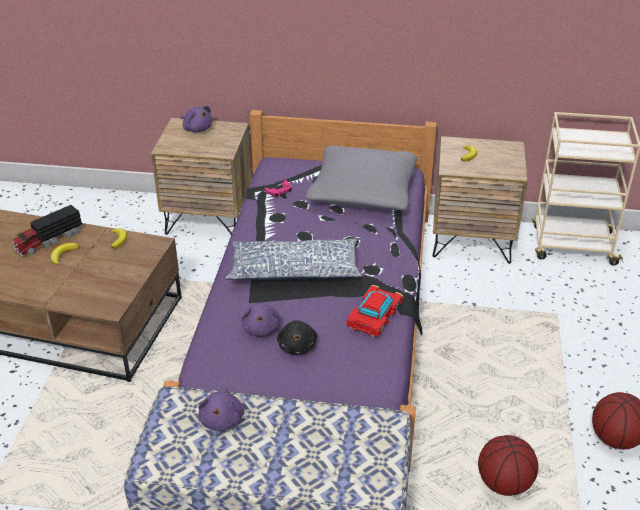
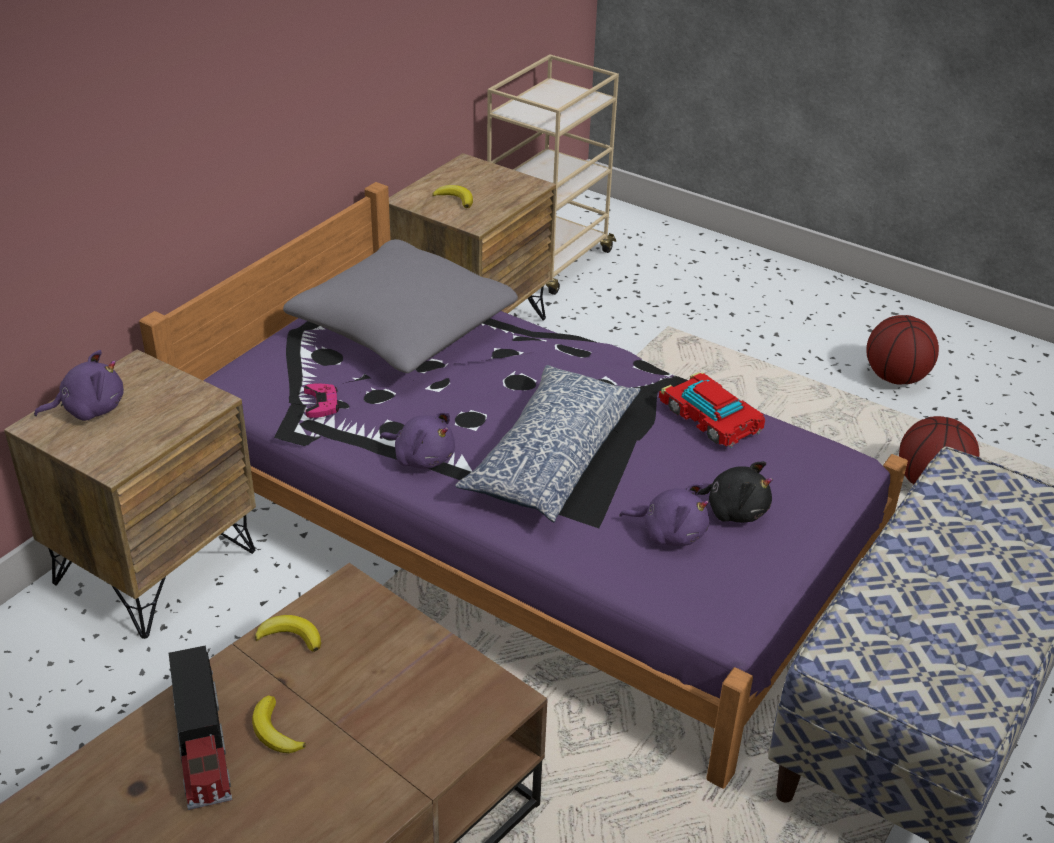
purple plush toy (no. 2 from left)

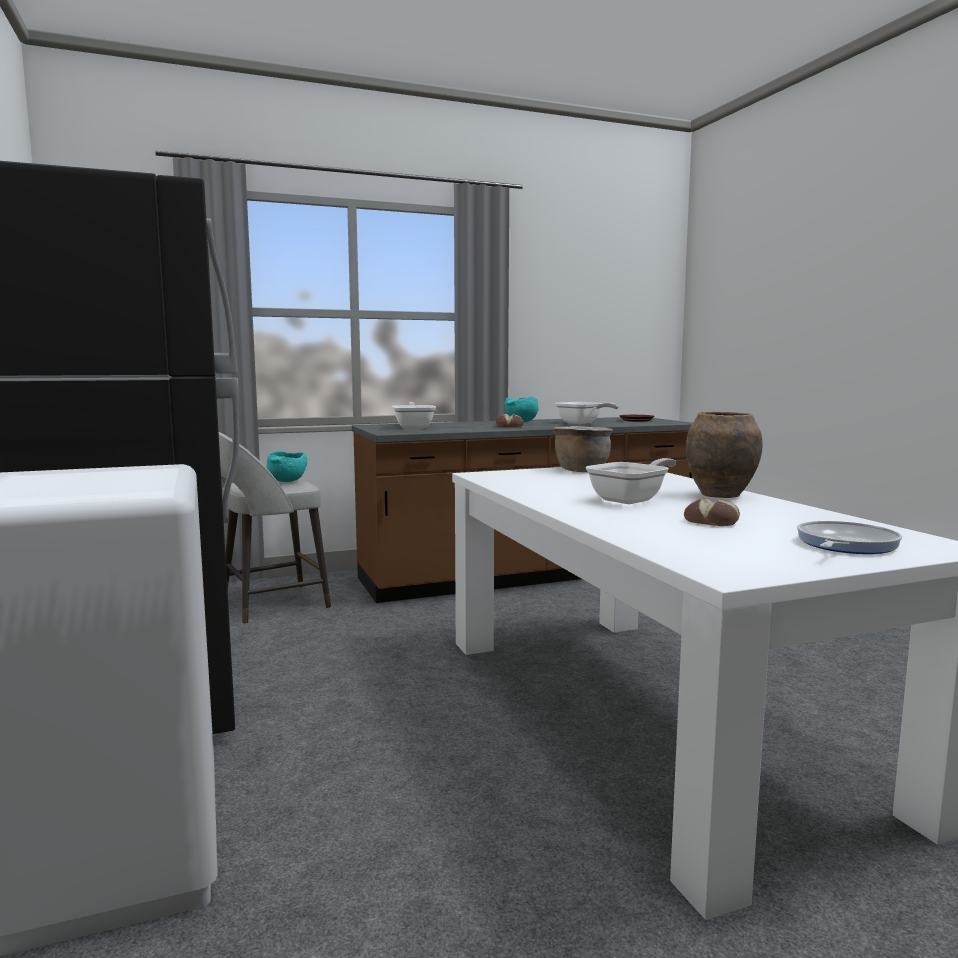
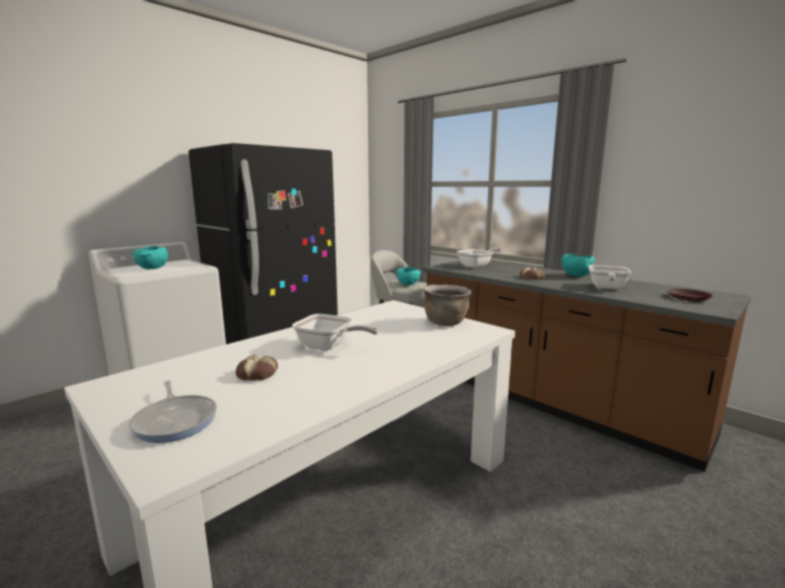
frying pan (no. 1 from left)
turquoise bowl (no. 1 from left)
brown vase

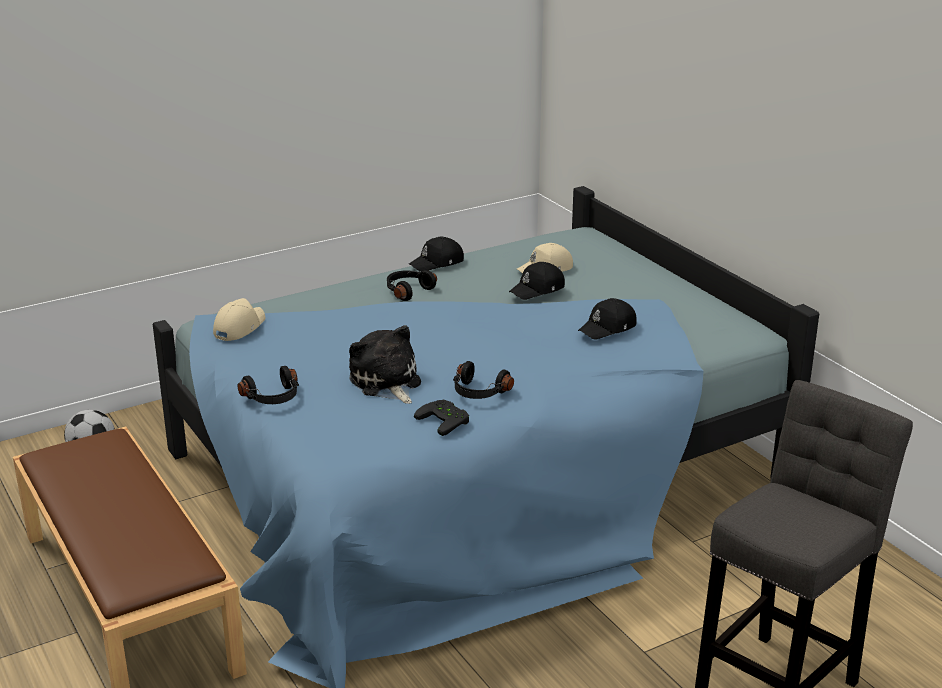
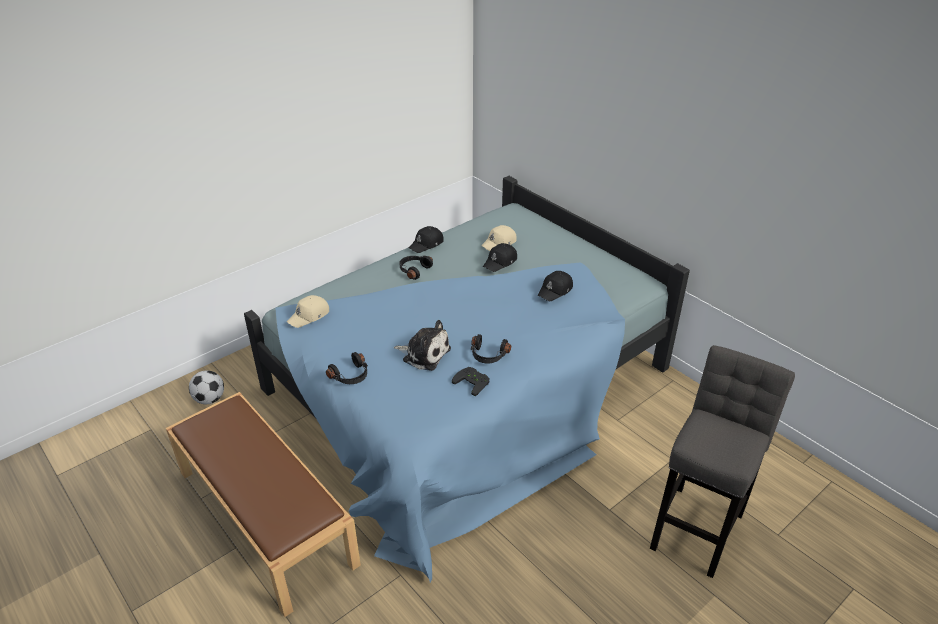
beige cap (no. 1 from left)
plush toy

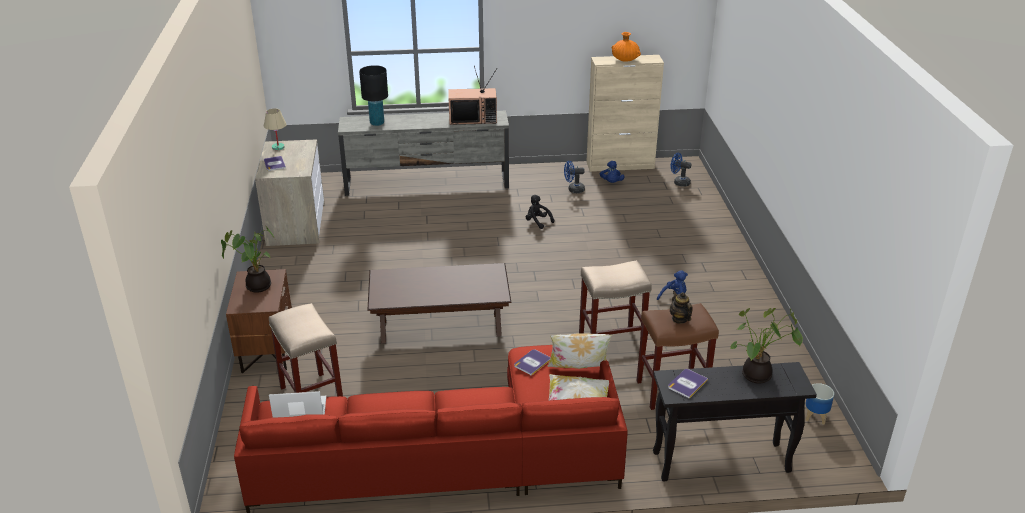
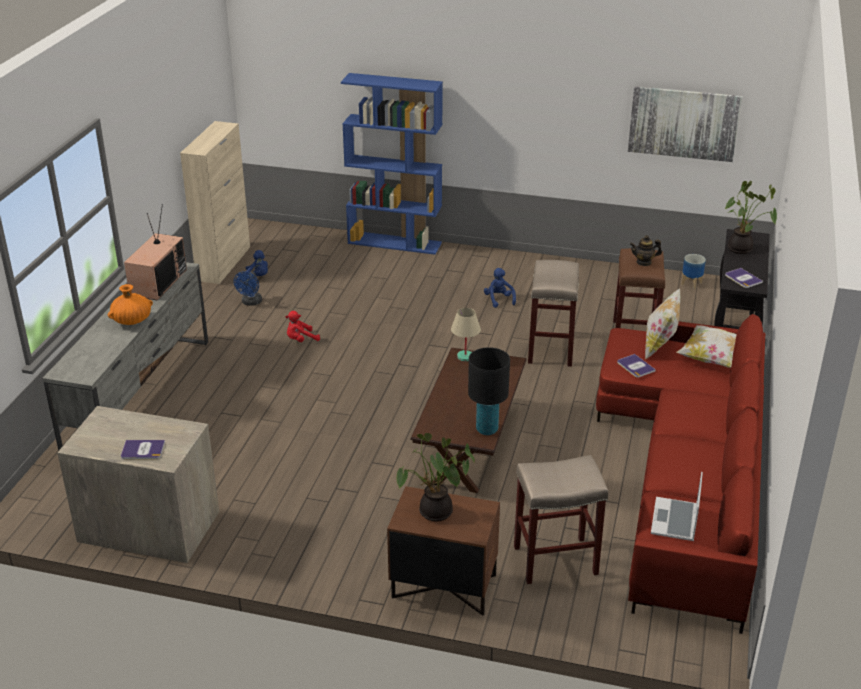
orange vase
red plush toy
blue bookcase
beige table lamp
black table lamp
picture
blue fan (no. 2 from left in the first image)

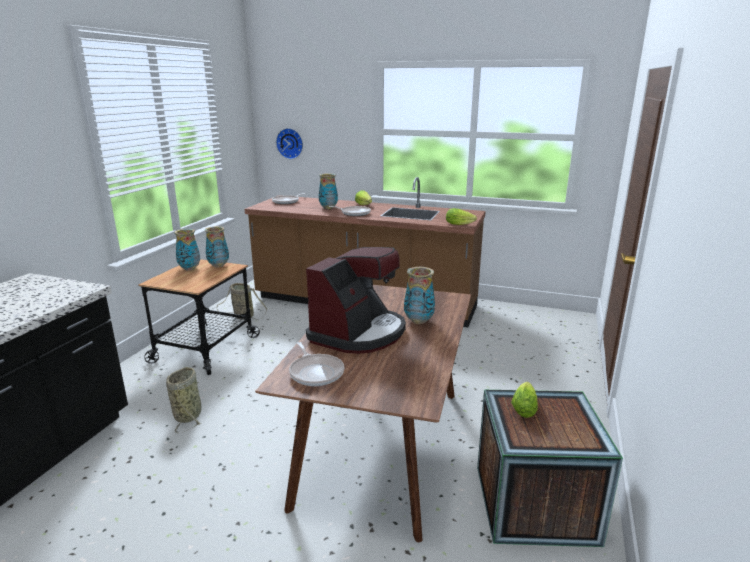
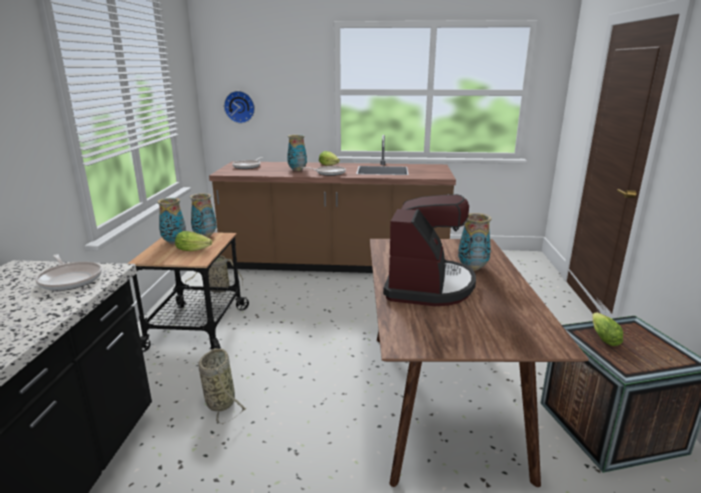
frying pan (no. 1 from left)
lettuce (no. 1 from left)

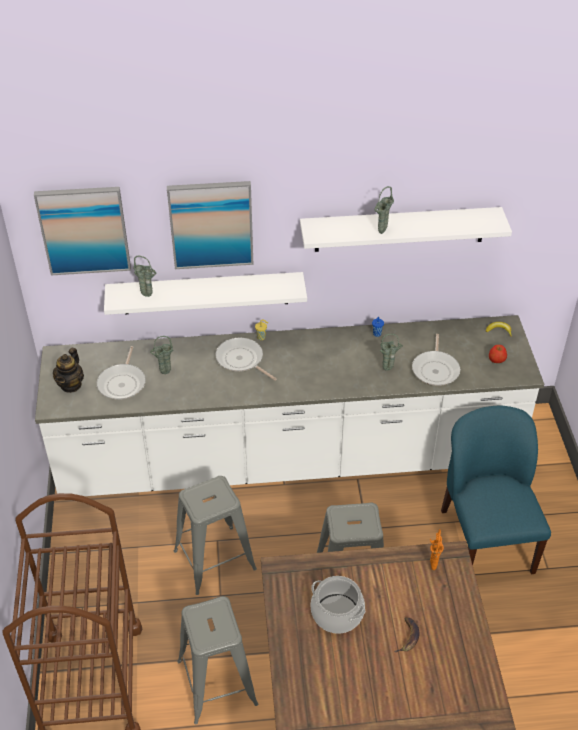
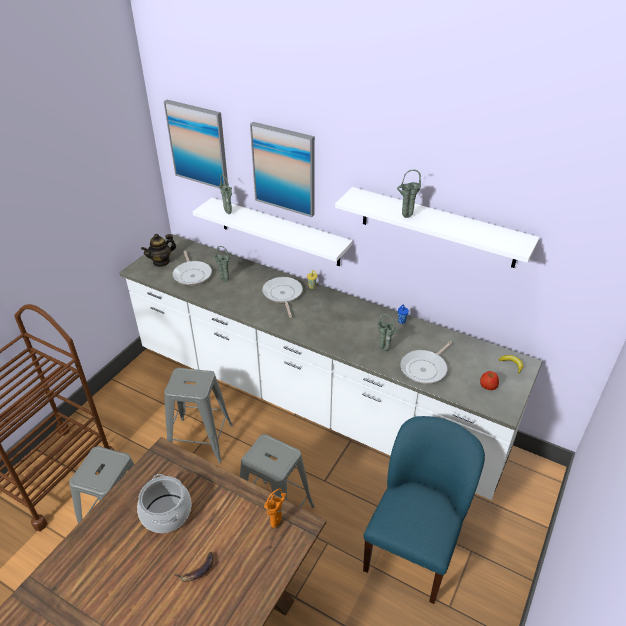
frying pan (no. 1 from left)

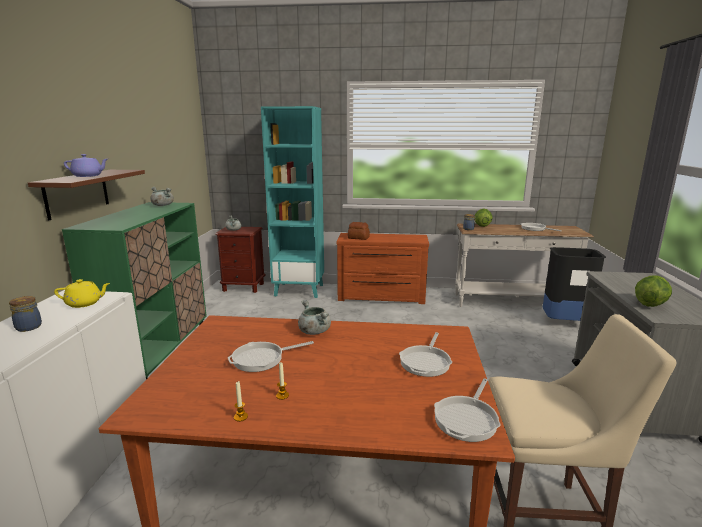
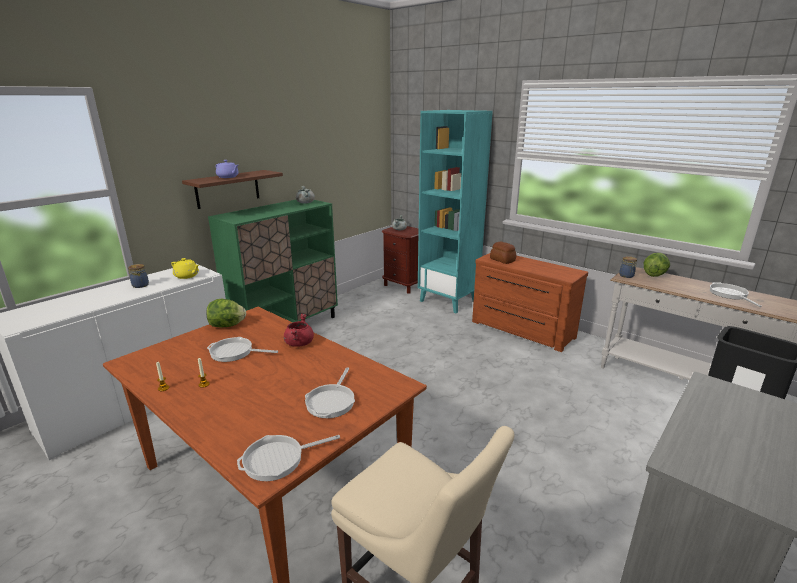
lettuce (no. 1 from left)
red cooking pot
frying pan (no. 3 from left)

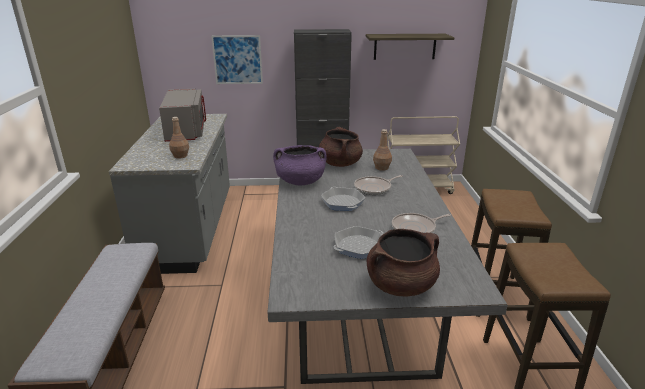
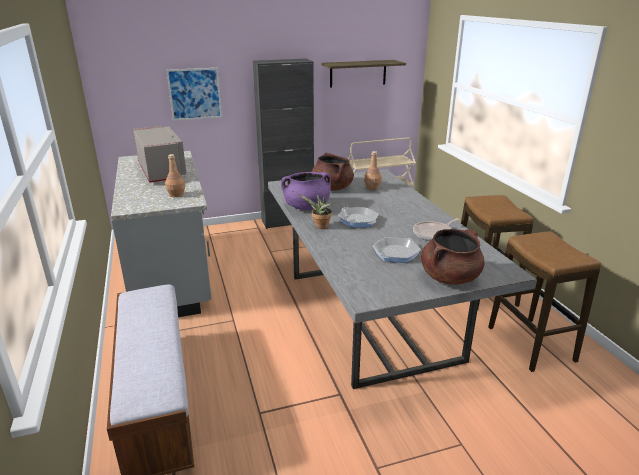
potted plant
frying pan (no. 3 from left in the first image)

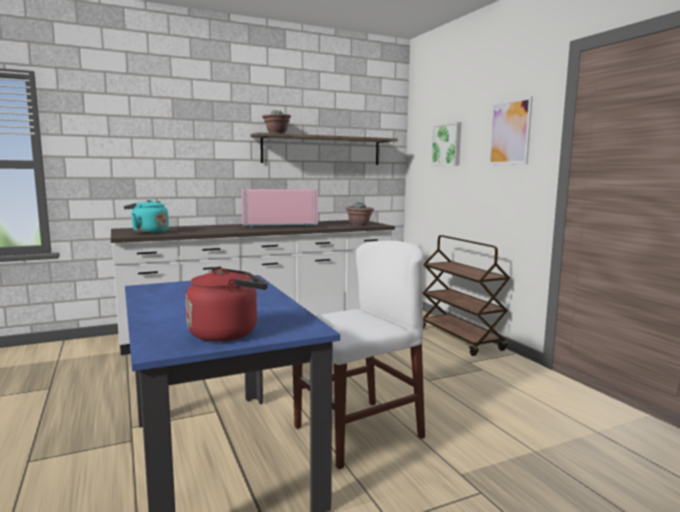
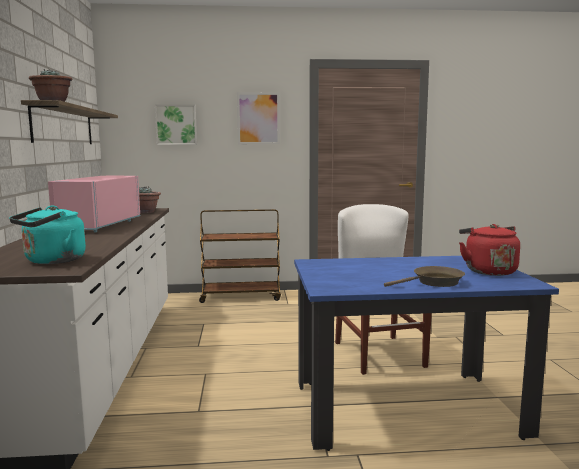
brown frying pan

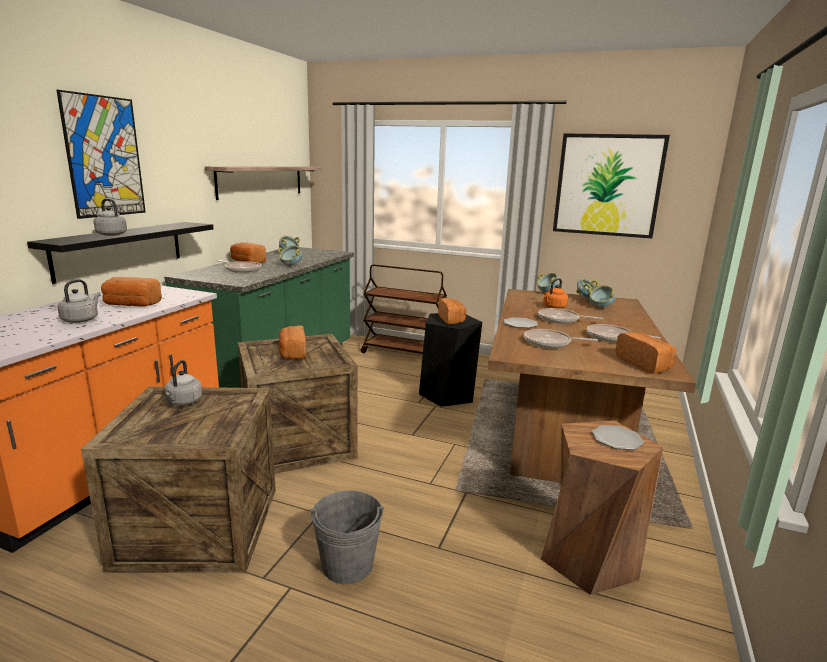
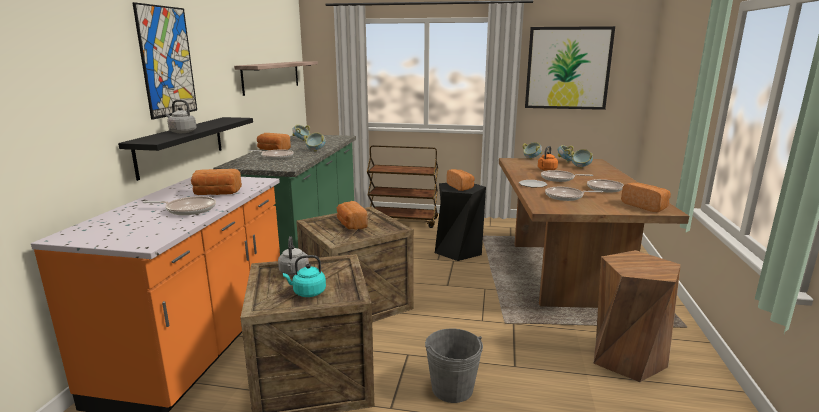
frying pan (no. 1 from left)
turquoise kettle
plate (no. 2 from left in the first image)

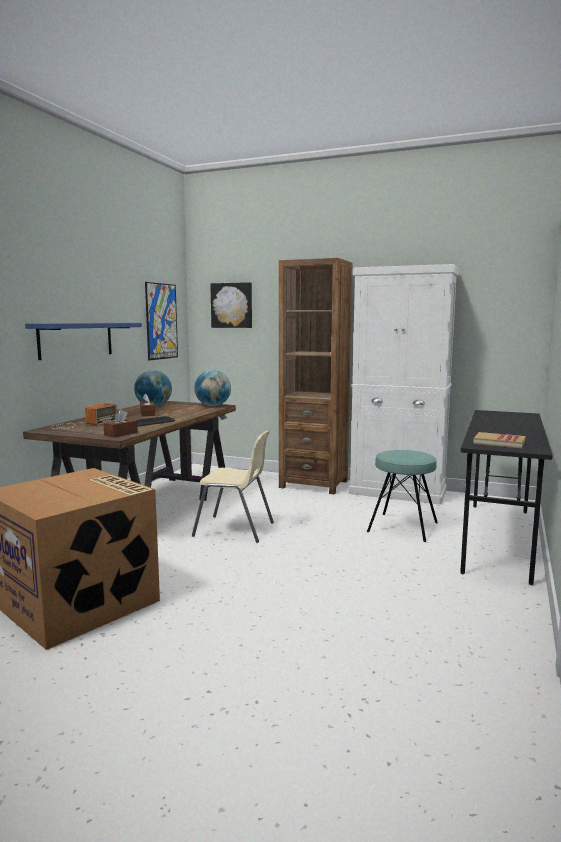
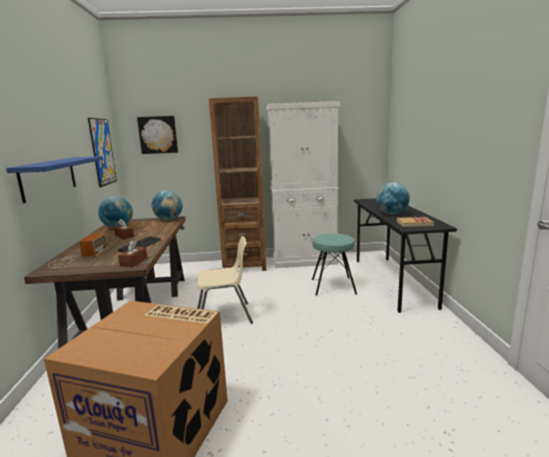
globe (no. 3 from left)

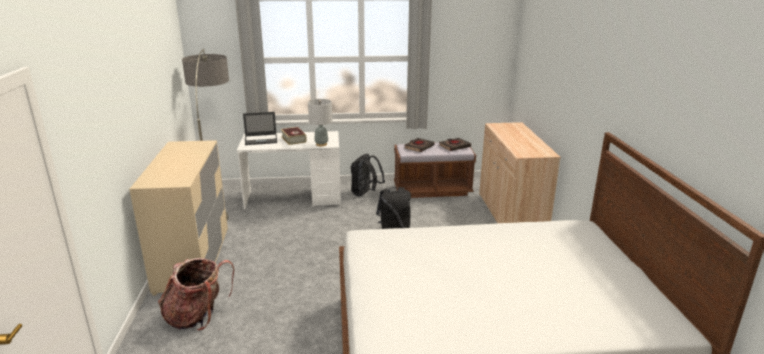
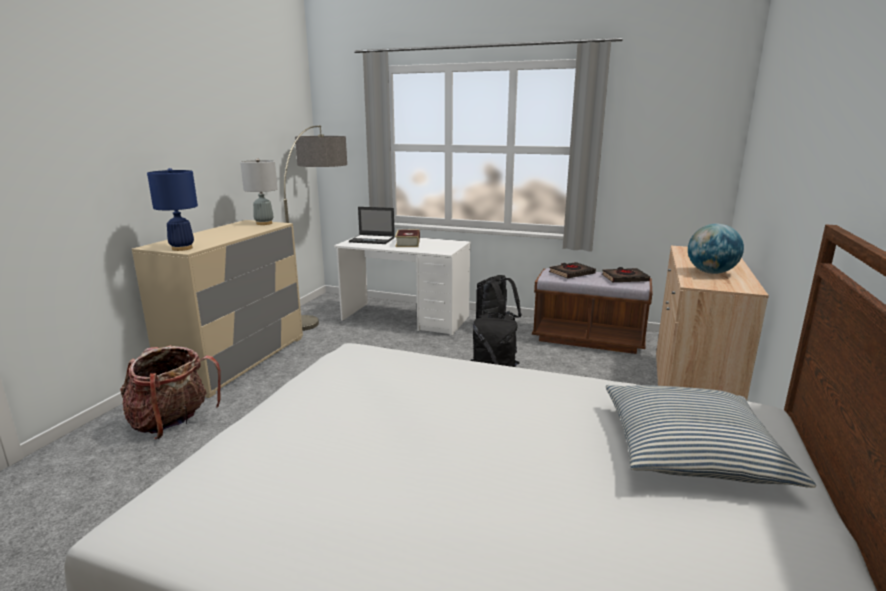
blue table lamp
grey table lamp
pillow
globe

